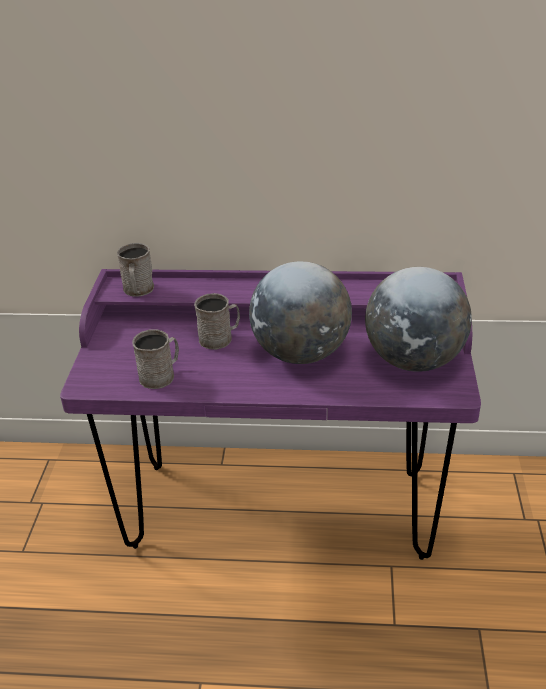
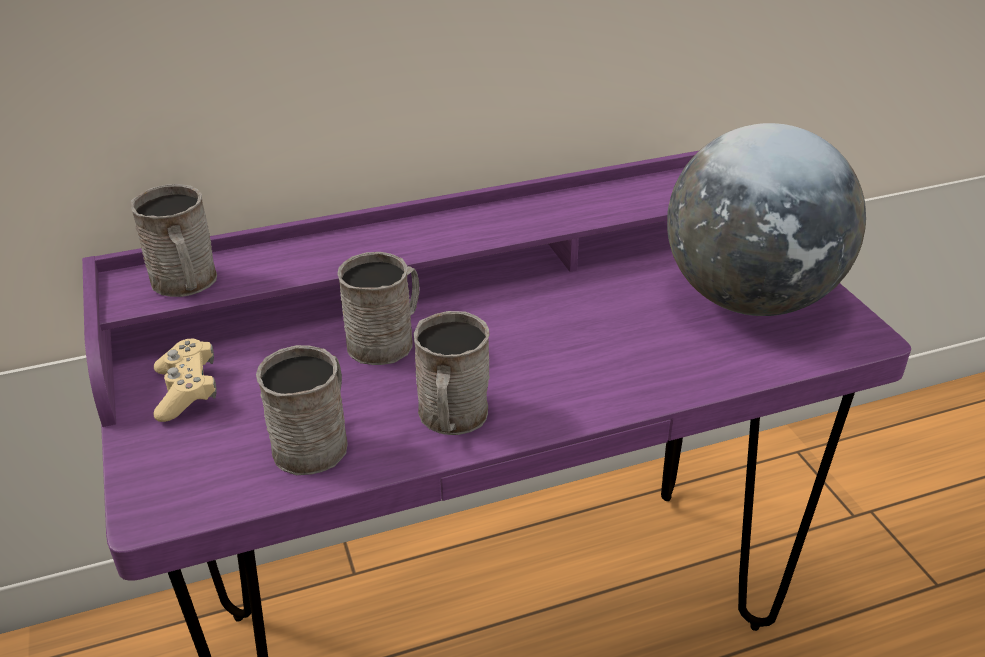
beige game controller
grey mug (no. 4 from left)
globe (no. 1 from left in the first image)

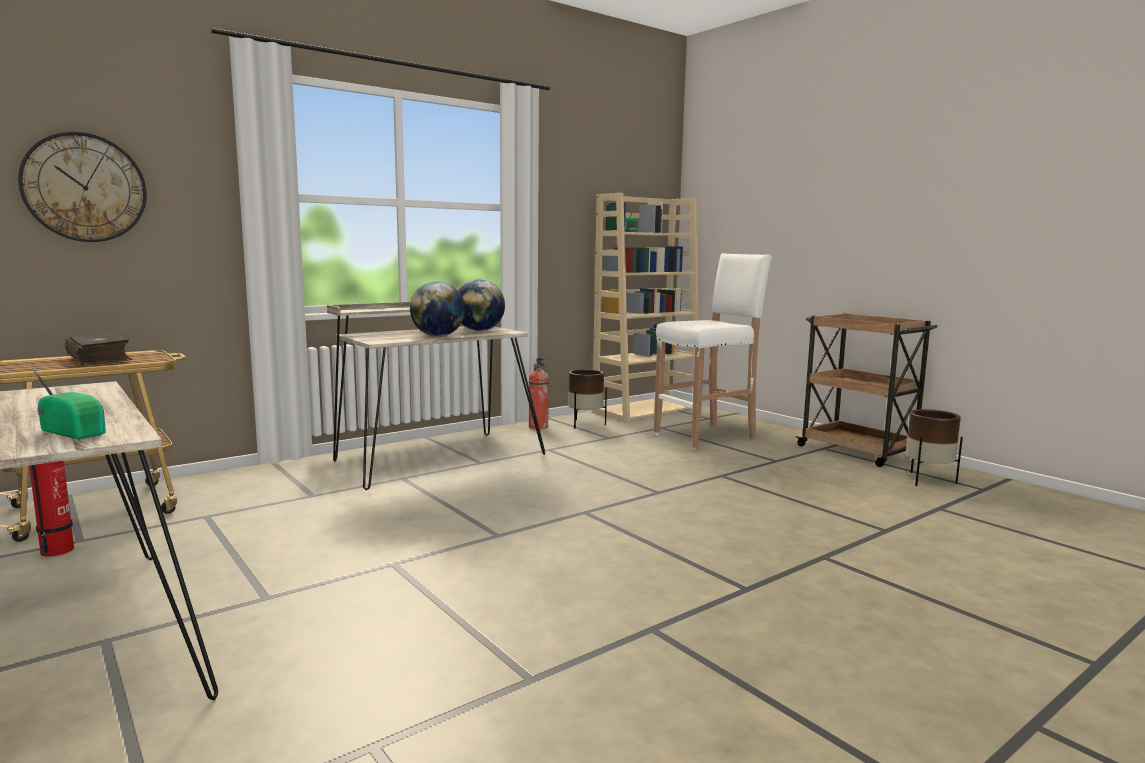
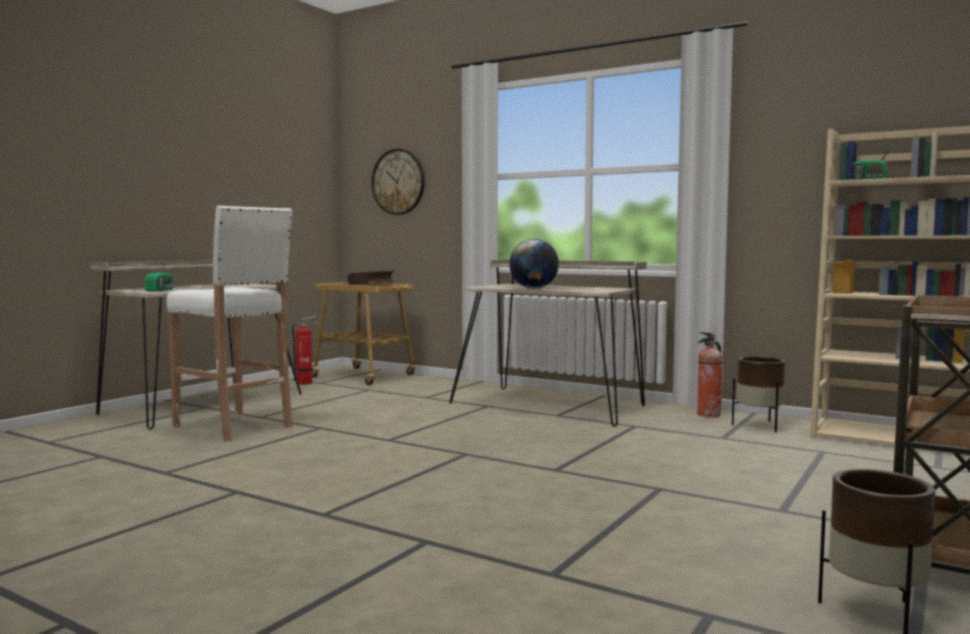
white stool
globe (no. 2 from left in the first image)

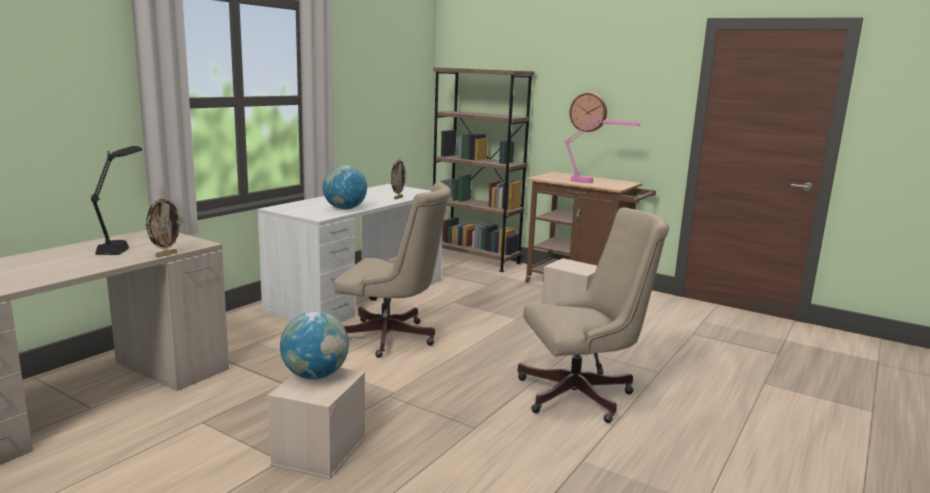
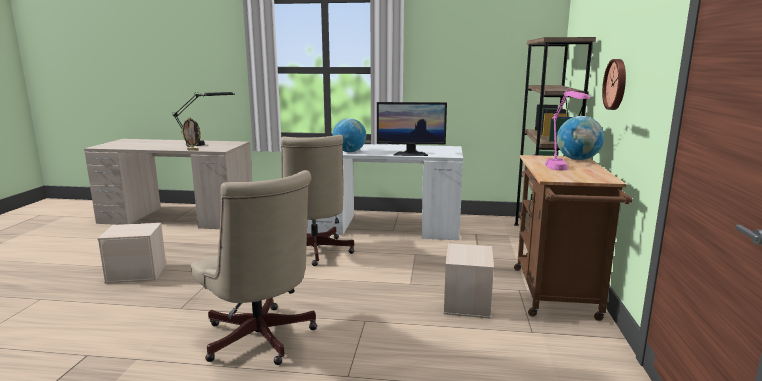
monitor
globe (no. 2 from left)

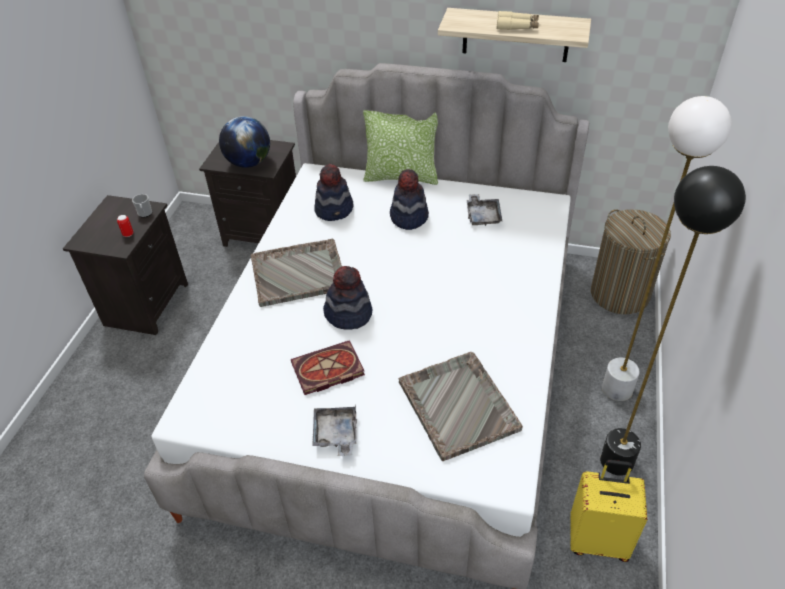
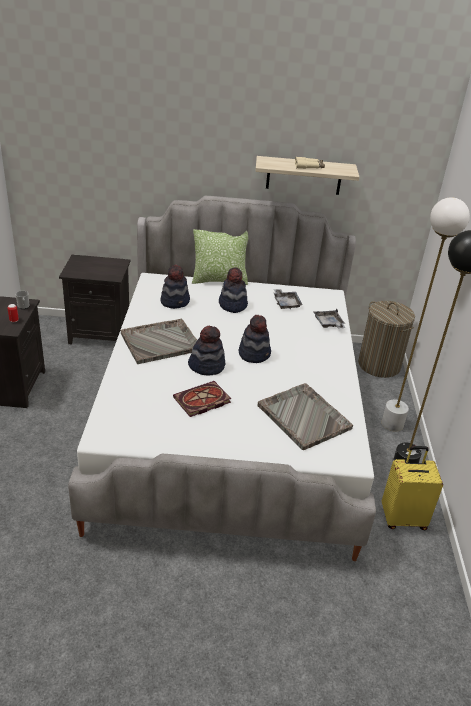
hat (no. 4 from left)
grey tray (no. 4 from left)
globe

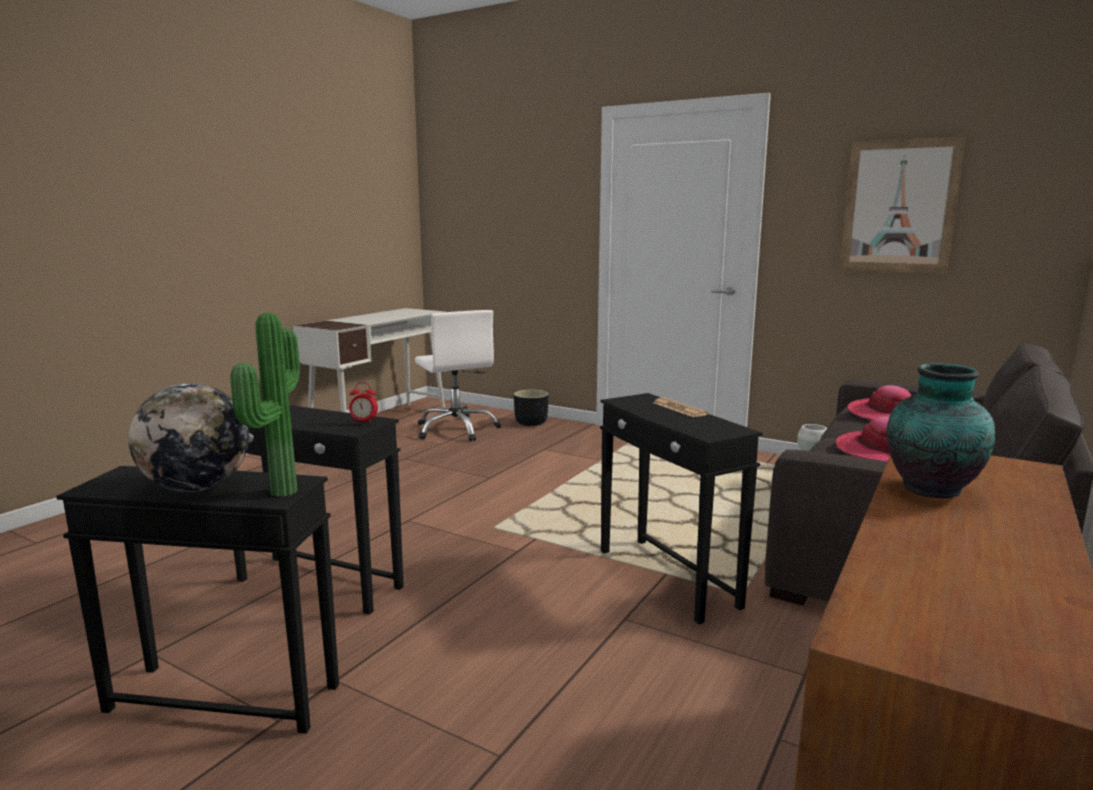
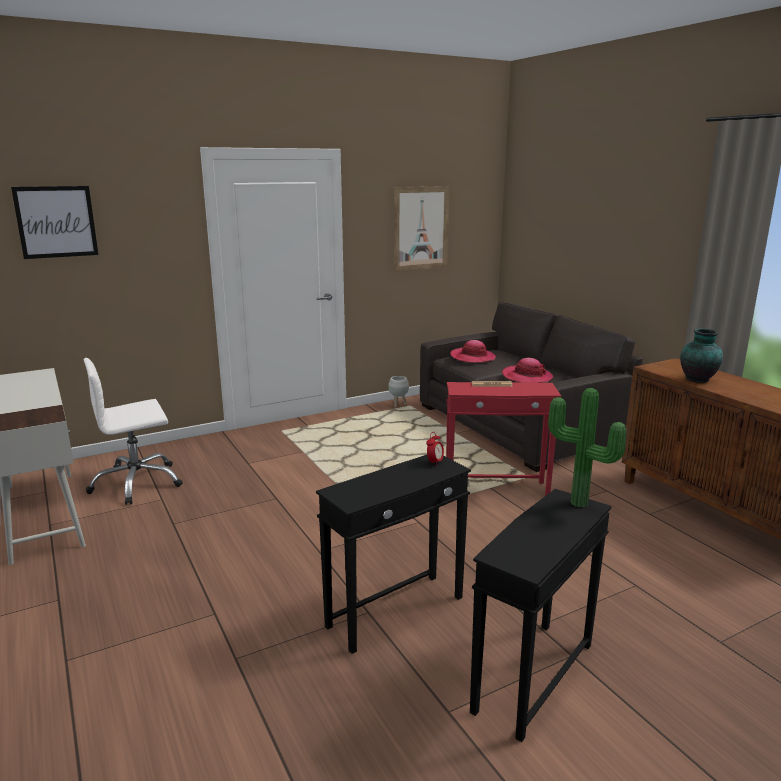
picture (no. 1 from left)
white office chair
red side table
globe
black planter

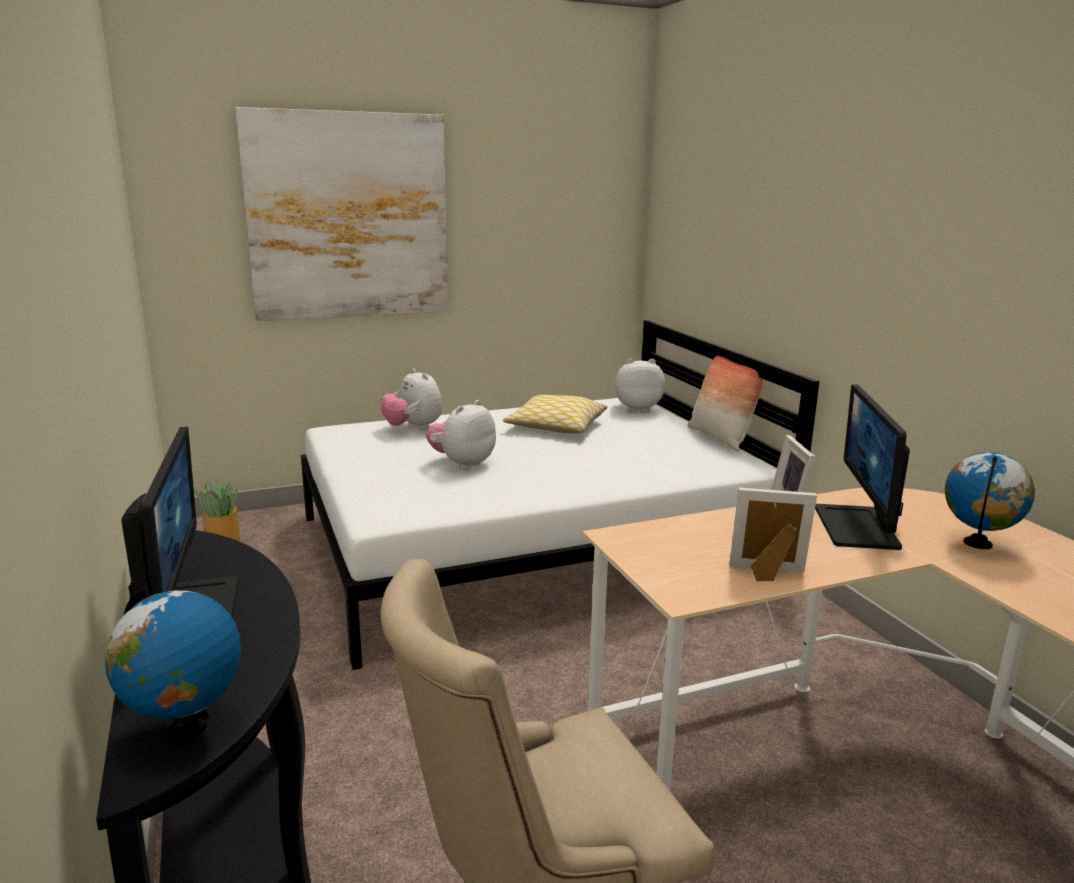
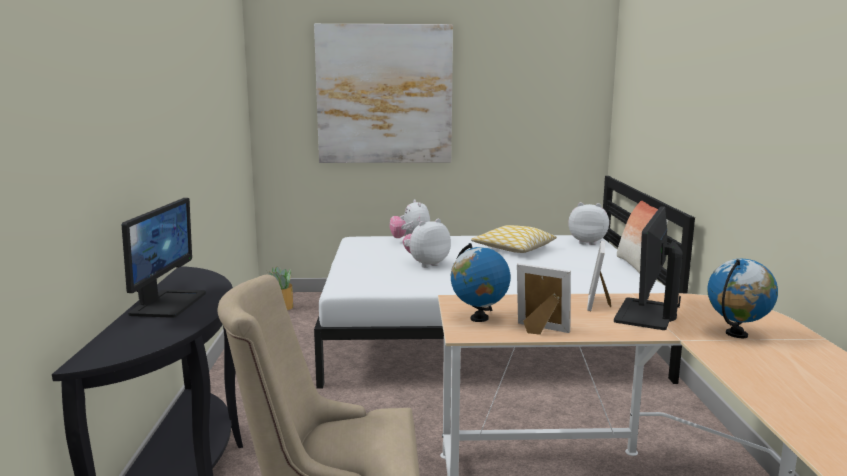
globe (no. 1 from left)

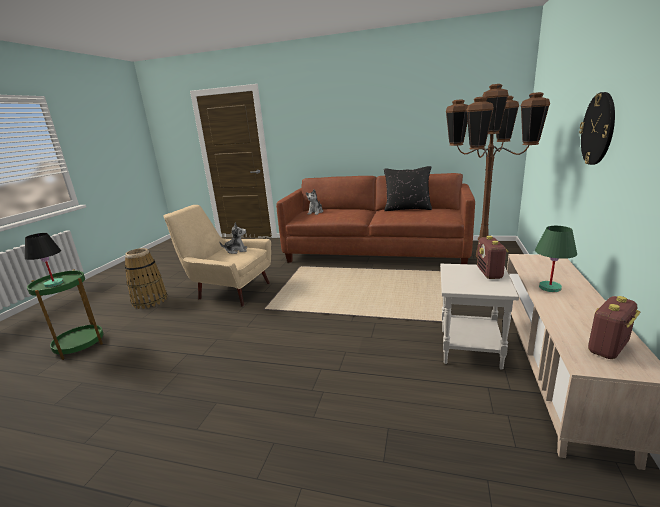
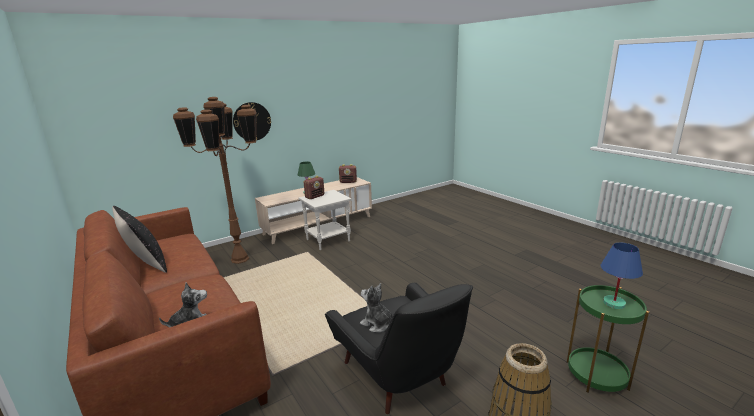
black armchair
blue table lamp

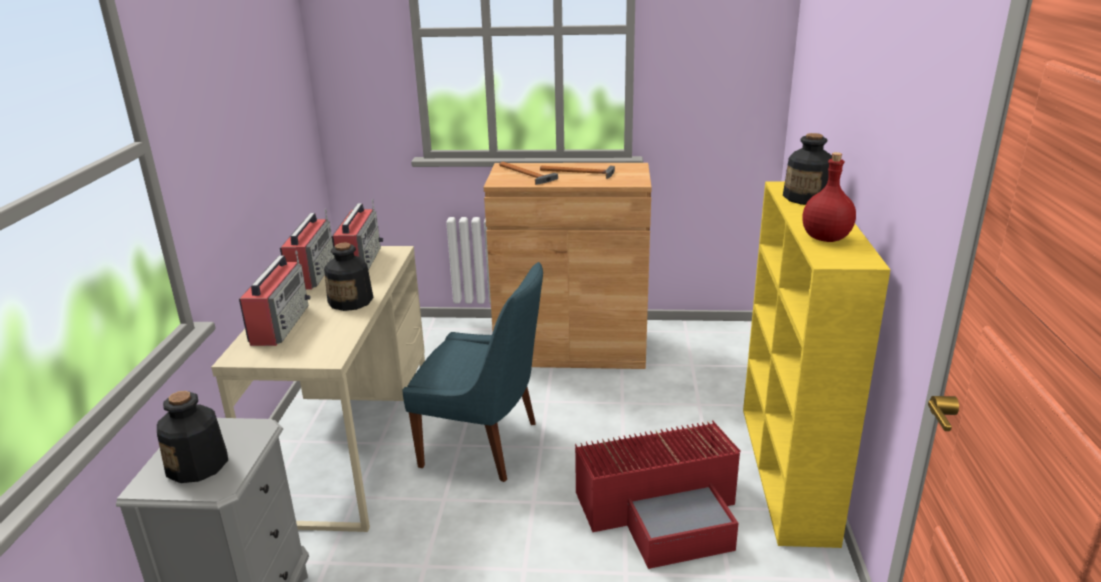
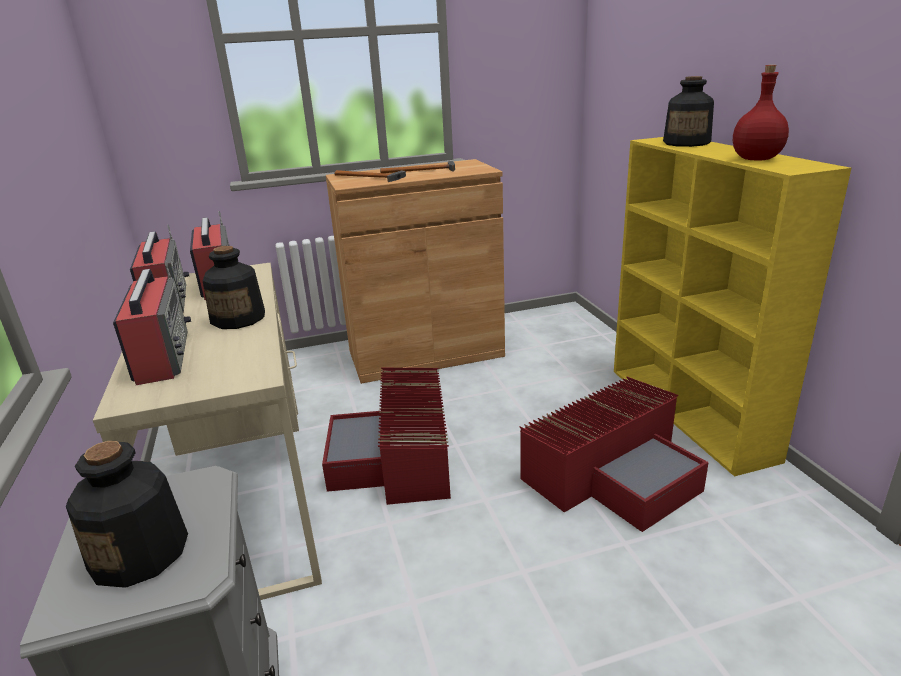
red storage box (no. 1 from left)

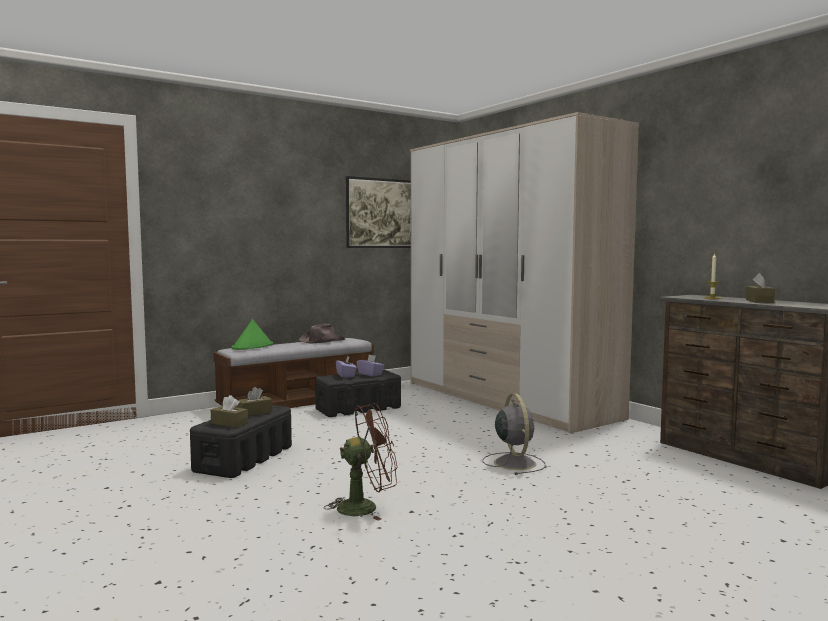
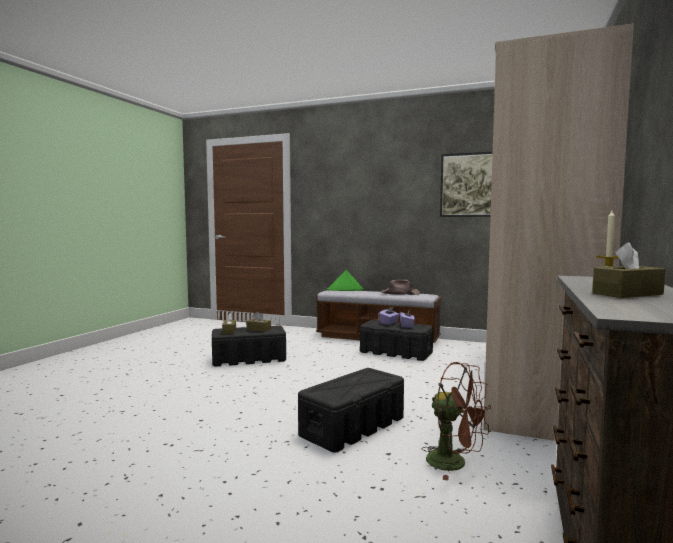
black storage box (no. 2 from left)
brown fan

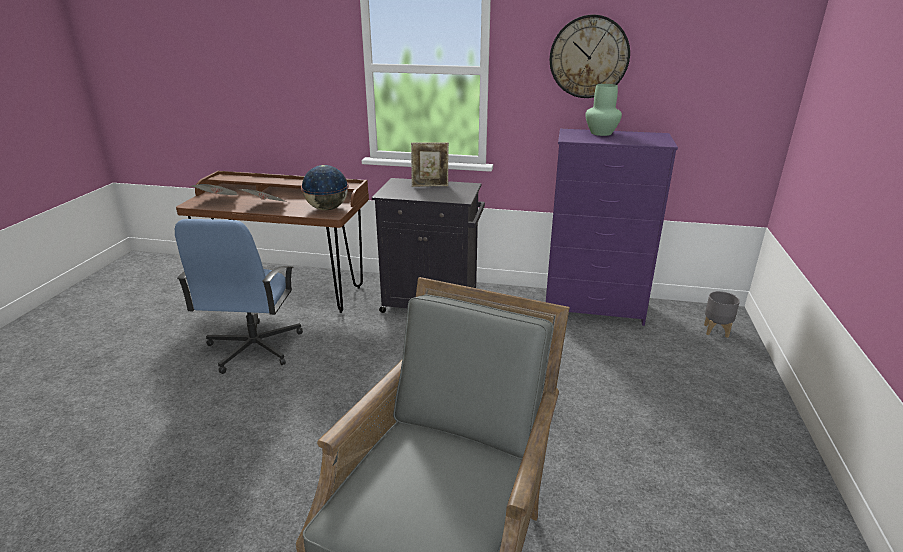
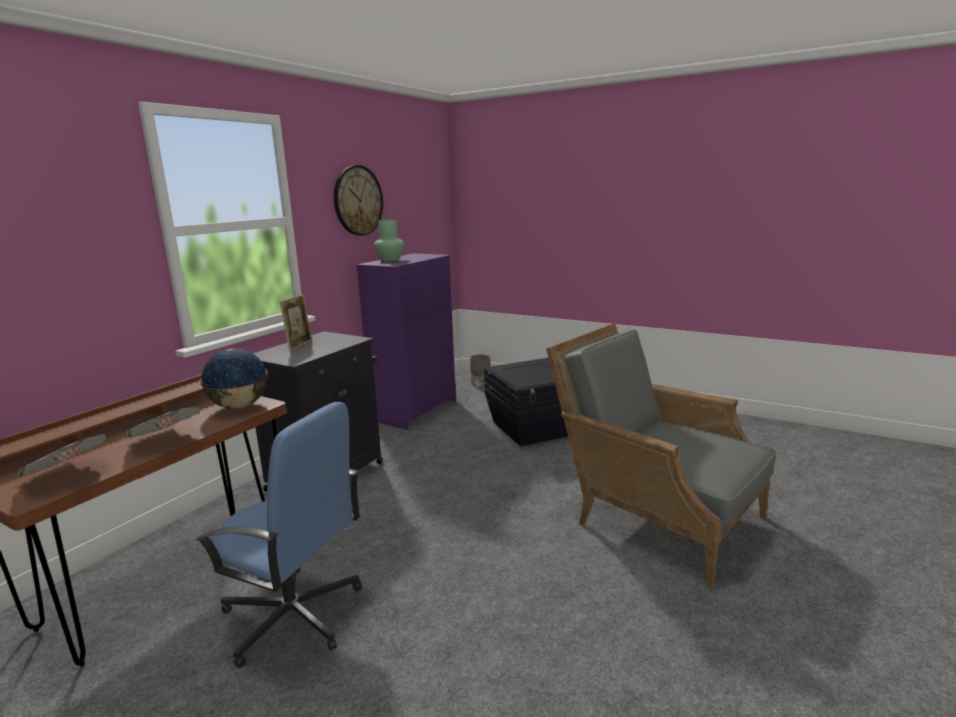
black storage box

